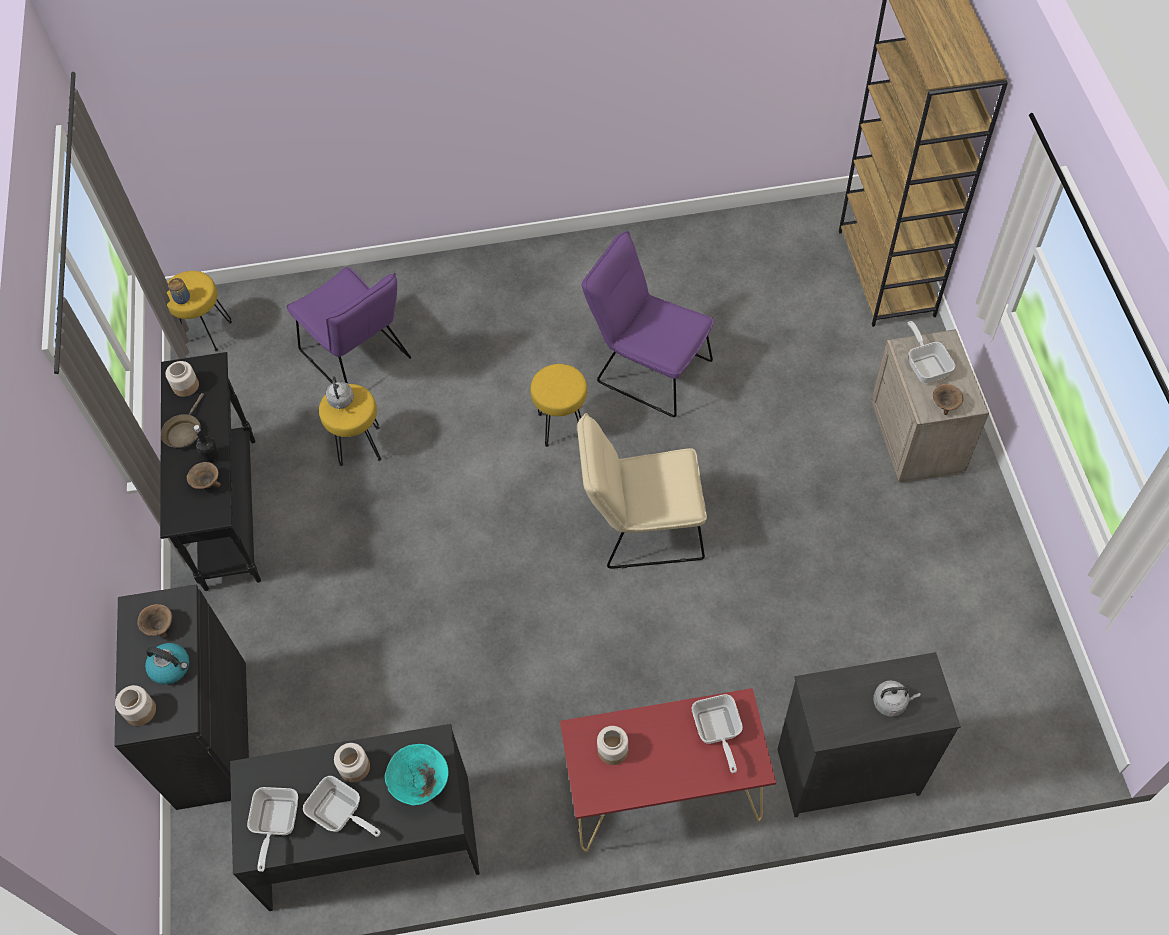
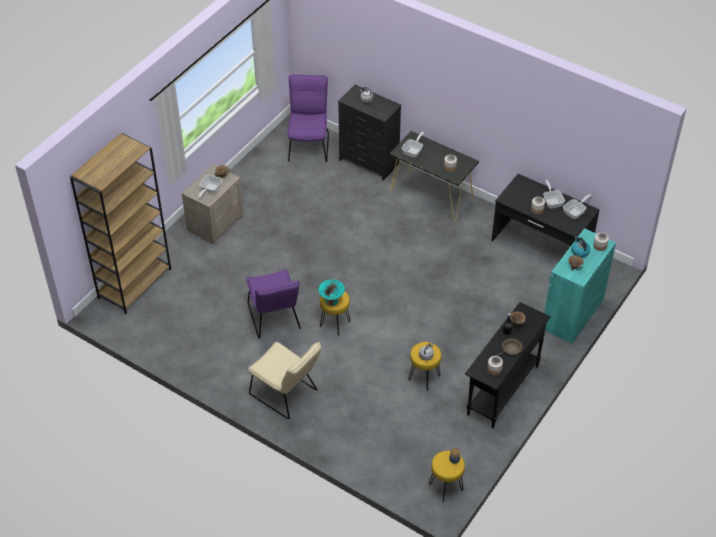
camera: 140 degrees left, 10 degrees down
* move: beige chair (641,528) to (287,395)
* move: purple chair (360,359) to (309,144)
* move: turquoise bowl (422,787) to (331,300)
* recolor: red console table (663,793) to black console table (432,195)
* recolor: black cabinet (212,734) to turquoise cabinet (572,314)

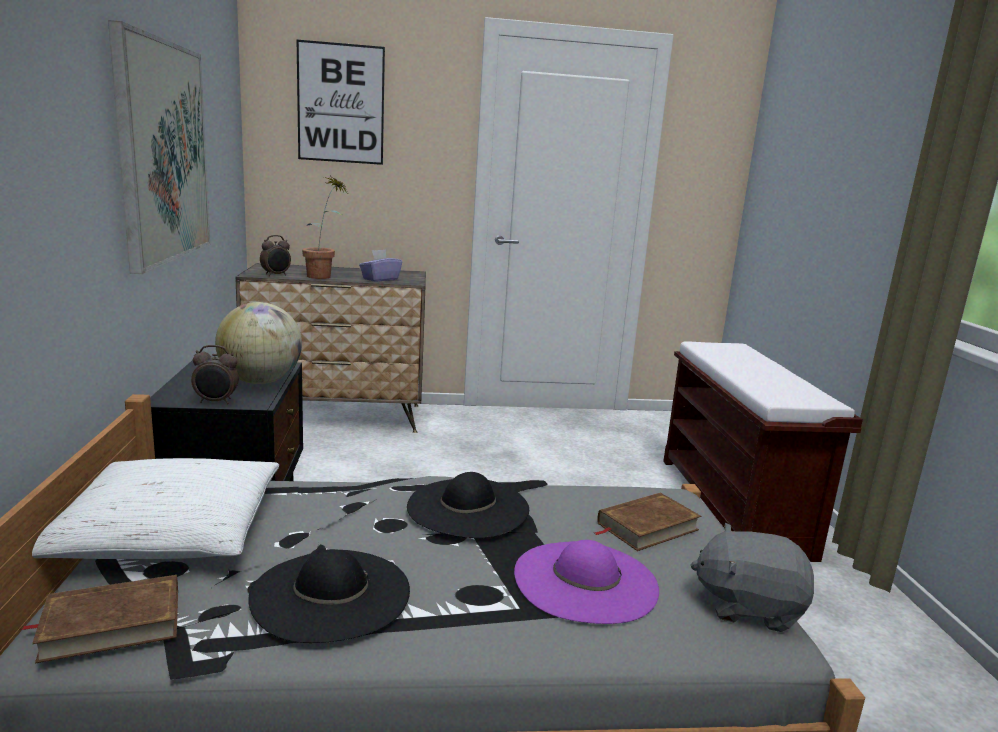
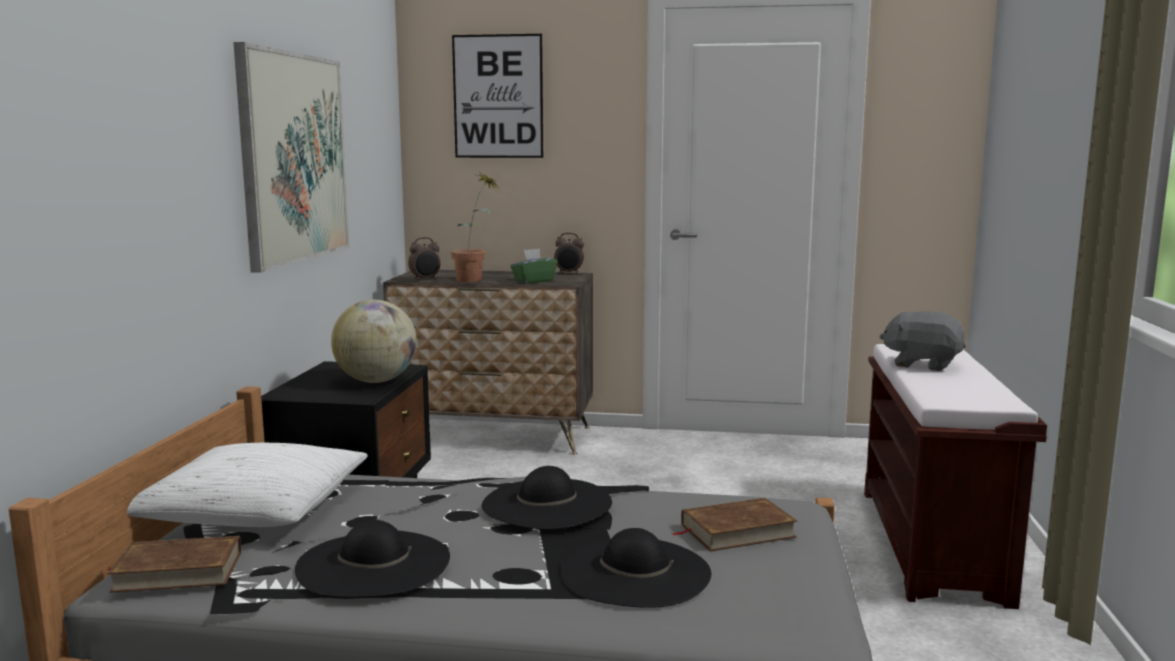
camera: 15 degrees right, 5 degrees down
* recolor: purple tissue box (380,279) to green tissue box (533,281)
* move: alarm clock (216,402) to (569,273)
* recolor: purple hat (585,580) to black hat (634,572)
* move: grey plush toy (748,606) to (922,364)

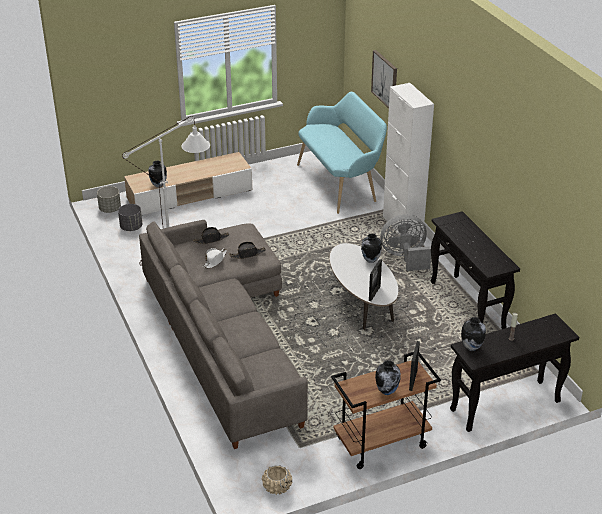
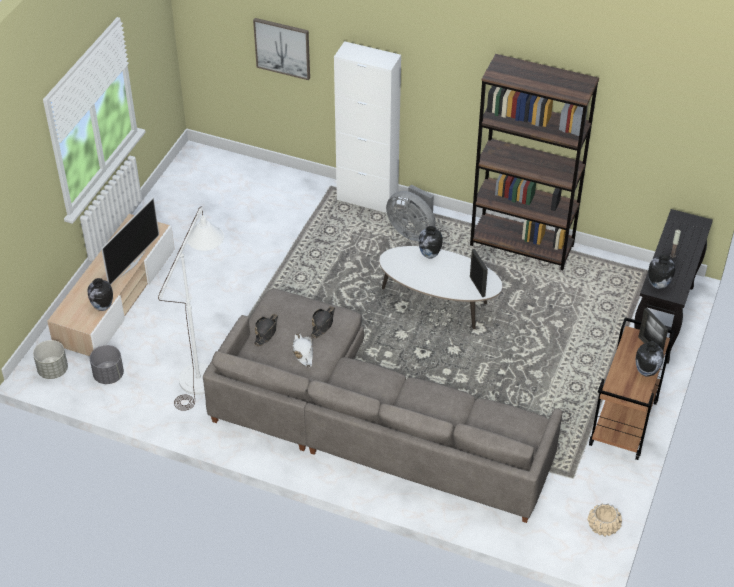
camera: 45 degrees left, 10 degrees up
* insert: television (132,264)
* rotate: grey fan (405,258) = (412,231) 90 degrees counterclockwise
* replace: black console table (468,305) to brown bookcase (522,245)
* delete: turquoise bench (340,183)

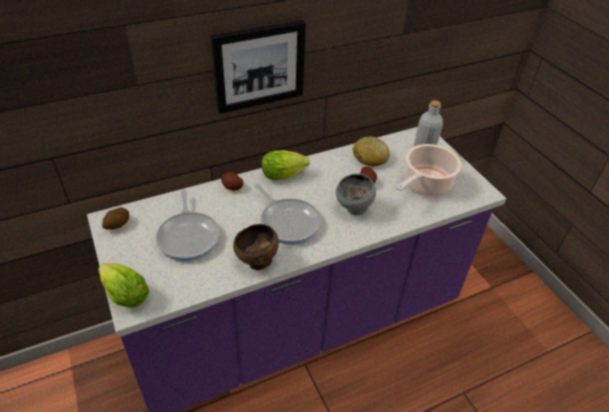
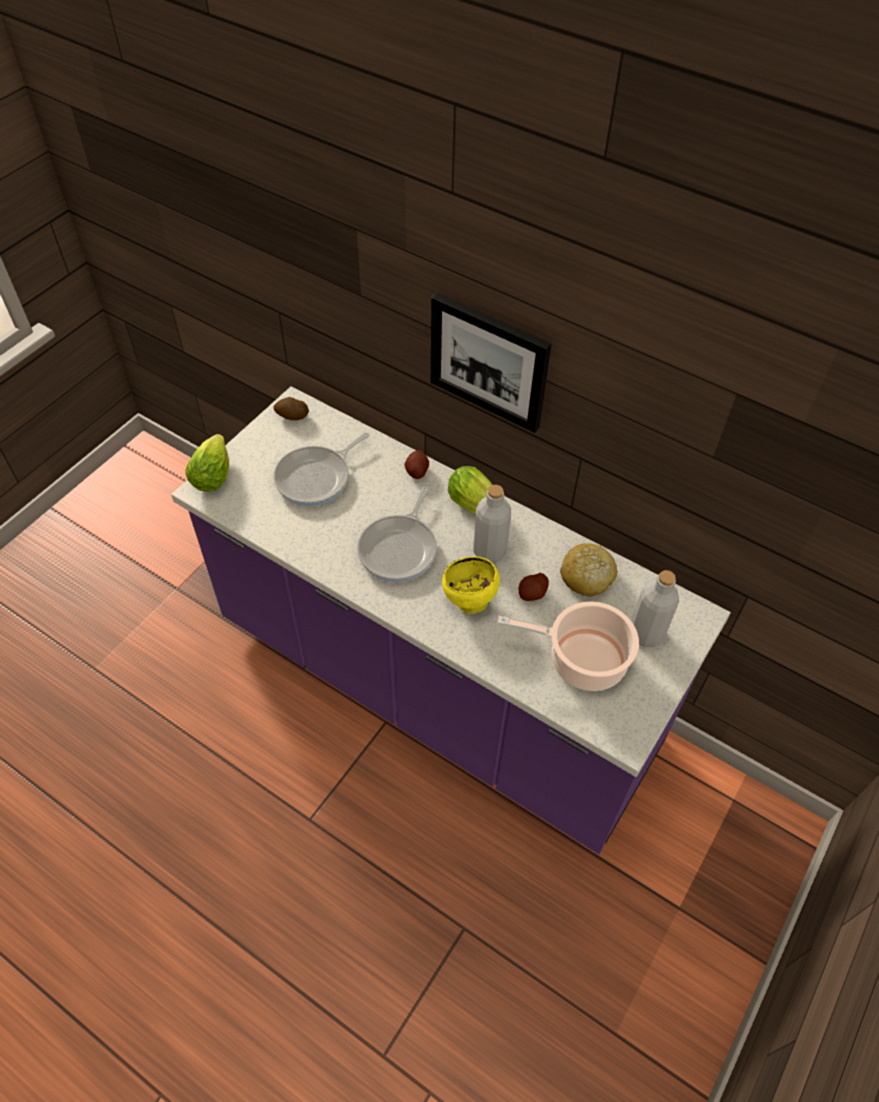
camera: 60 degrees right, 10 degrees up
* recolor: grey bowl (353,210) to yellow bowl (469,601)
* insert: grey bottle (489,551)
* delete: brown bowl (257,262)

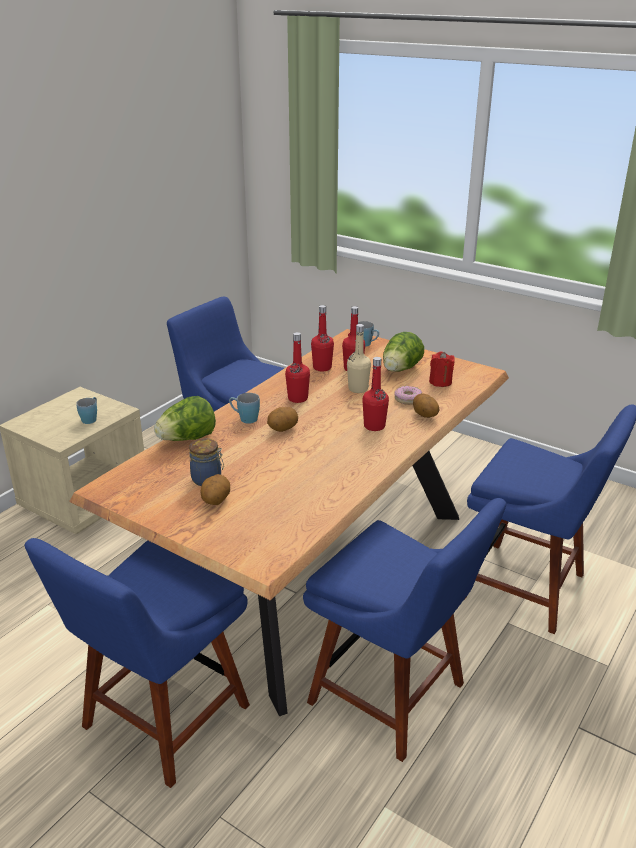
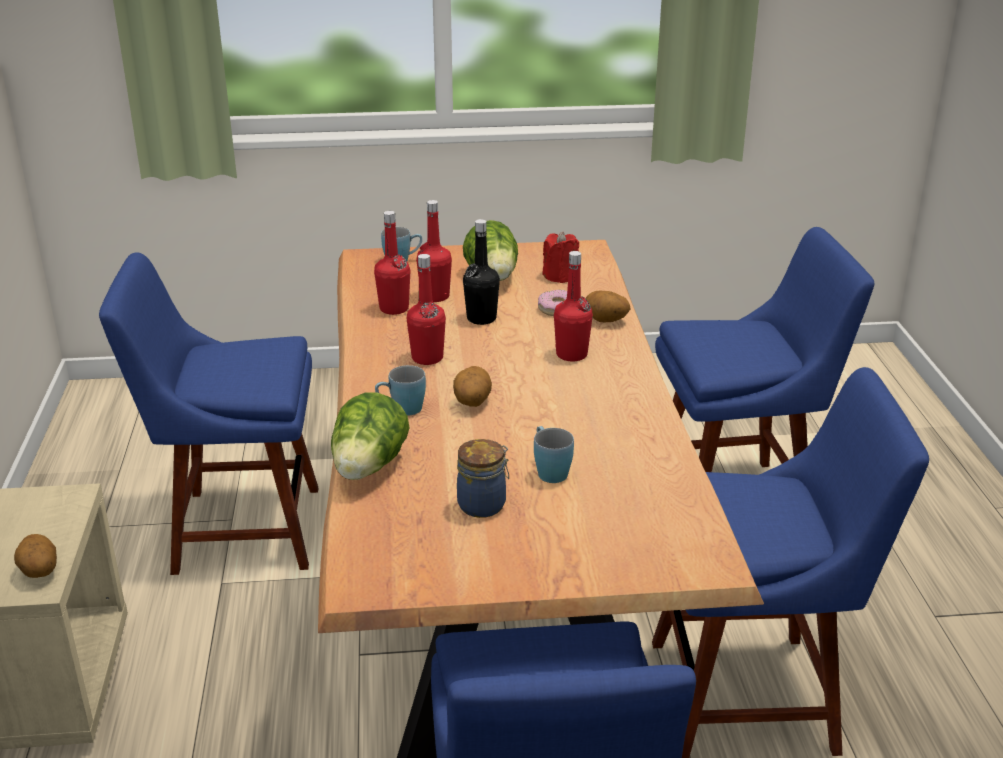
camera: 40 degrees left, 0 degrees up
* move: potato (215,501) to (39,572)
* recolor: beige bottle (358,389) to black bottle (481,318)
* move: blue mug (91,418) to (549,470)

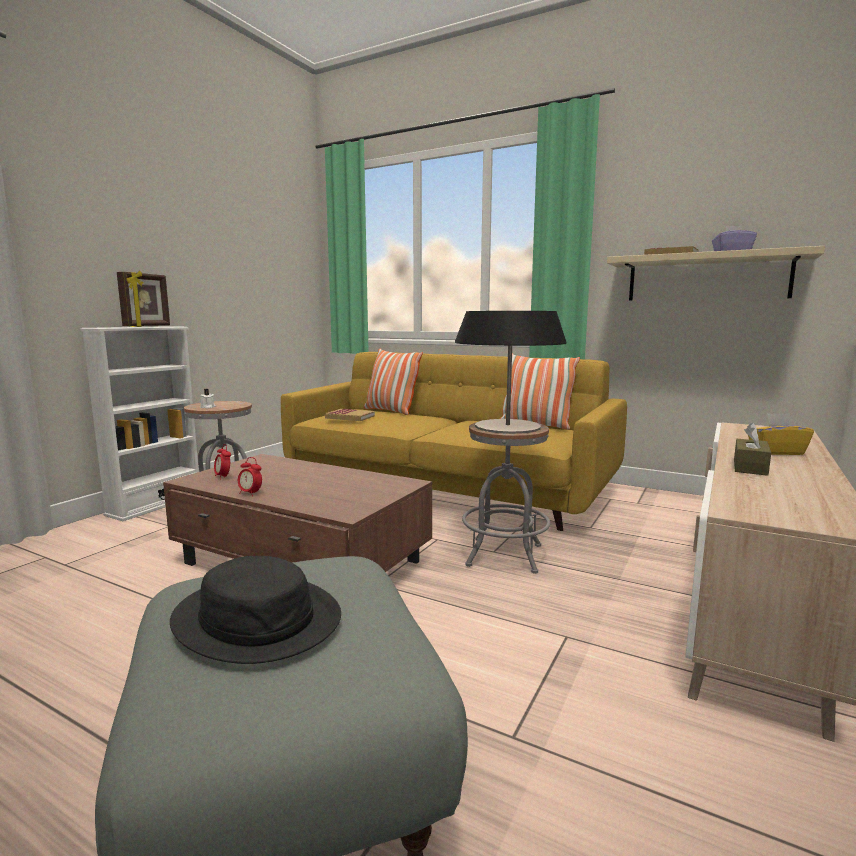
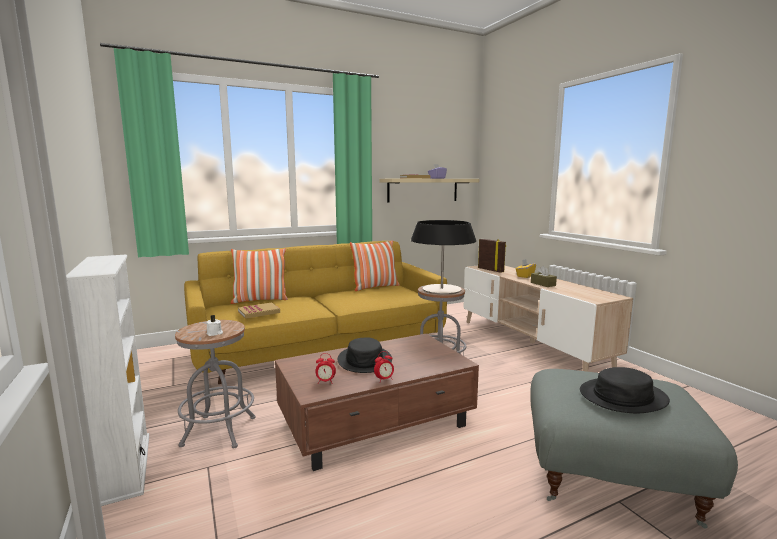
camera: 55 degrees left, 0 degrees up
* insert: black hat (365,360)
* move: picture frame (148,326) to (491,270)

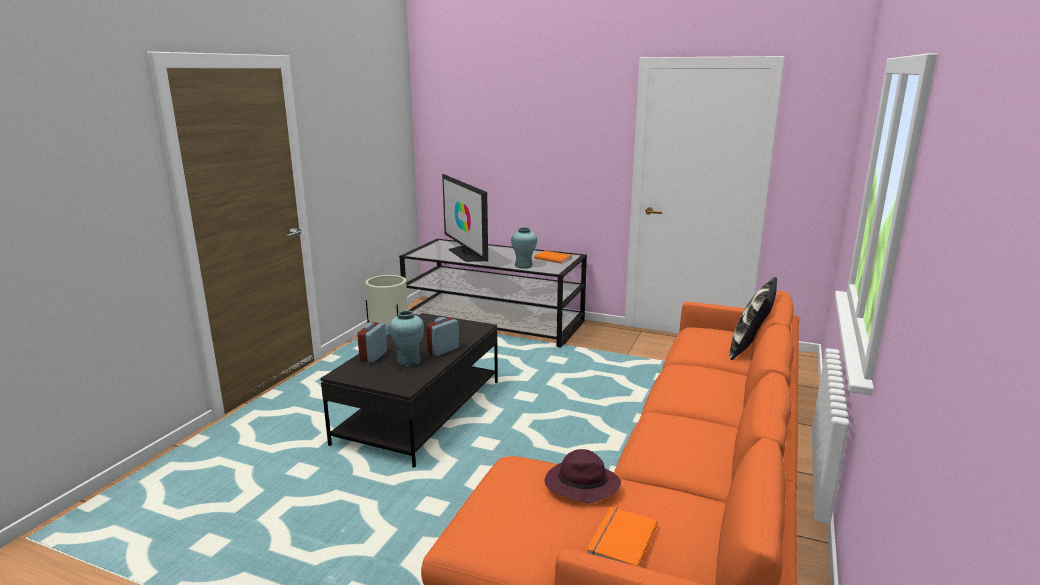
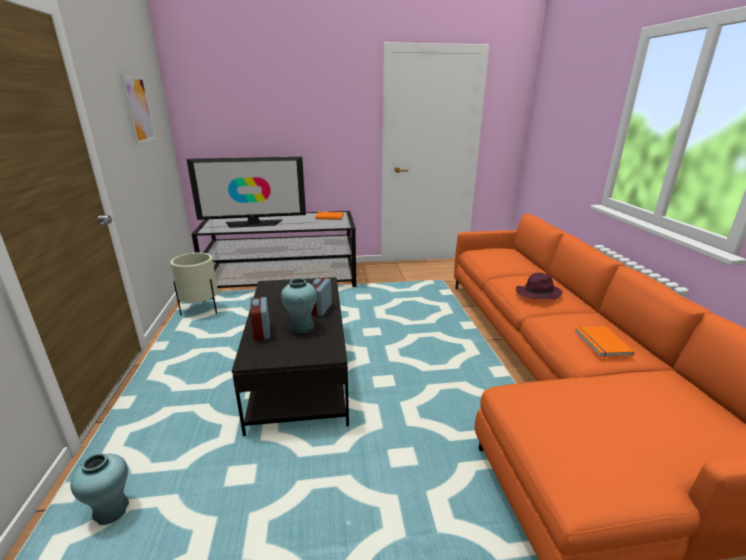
camera: 30 degrees left, 5 degrees up
* move: turquoise vase (523,265) to (111,510)
* insert: picture (138,109)
* rotate: television (466,254) = (253,224) 45 degrees counterclockwise
* move: purple hat (580,486) to (537,294)
* move: orange book (620,540) to (600,343)
* delete: pillow (749,348)

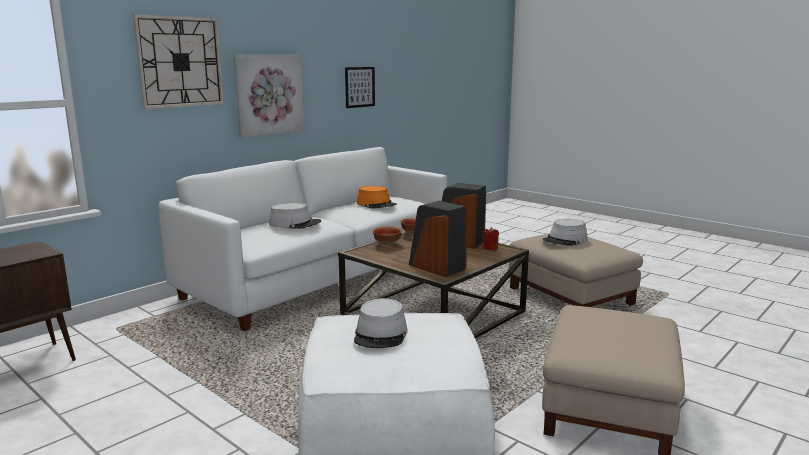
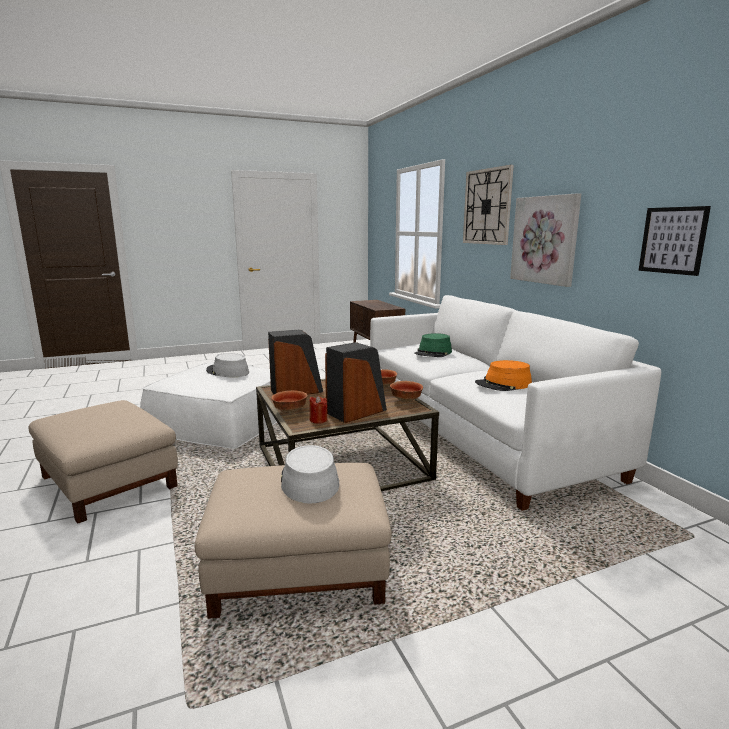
camera: 115 degrees right, 0 degrees up
* insert: bowl (290,411)
* recolor: grey hat (295,223) to green hat (433,353)

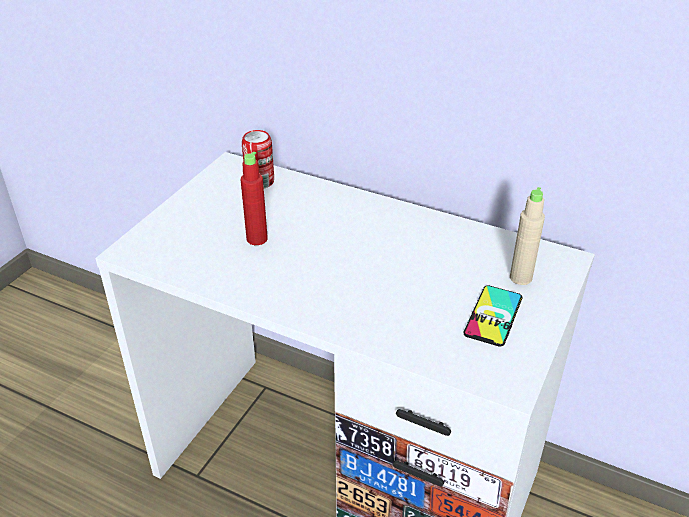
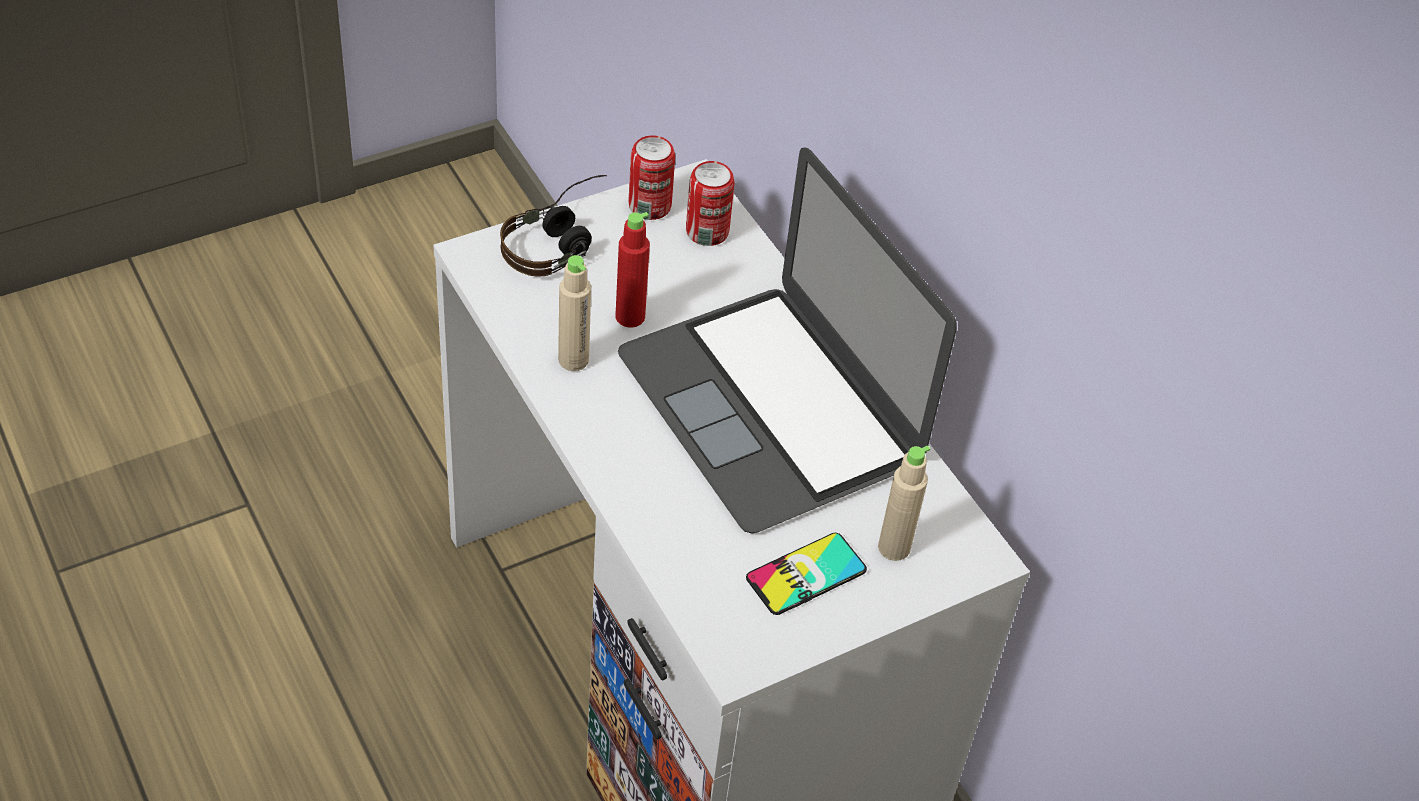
camera: 30 degrees right, 10 degrees up
* insert: headphones (561,241)
* insert: beige bottle (573,360)
* insert: laptop (769,406)
* insert: can (649,206)

